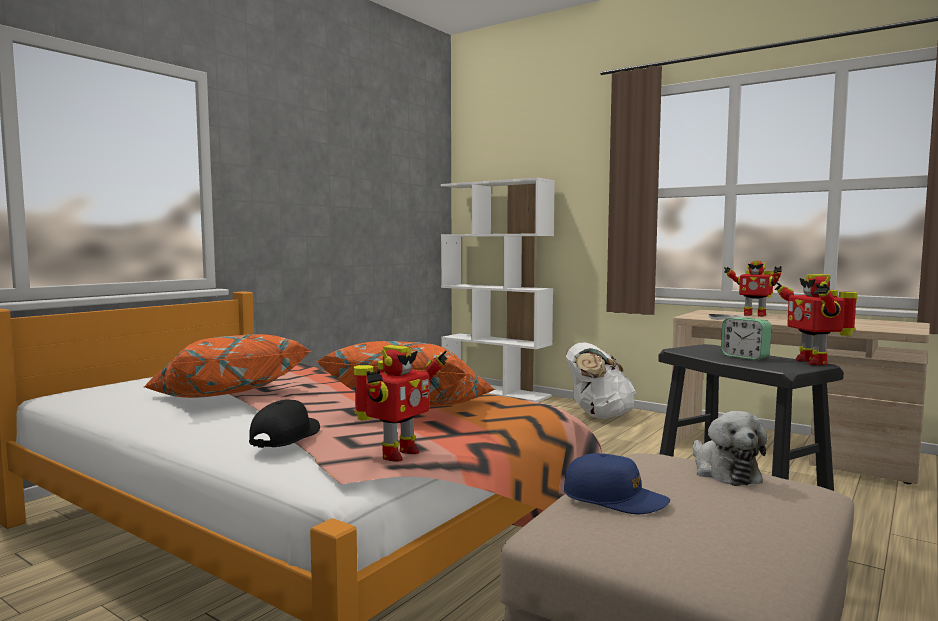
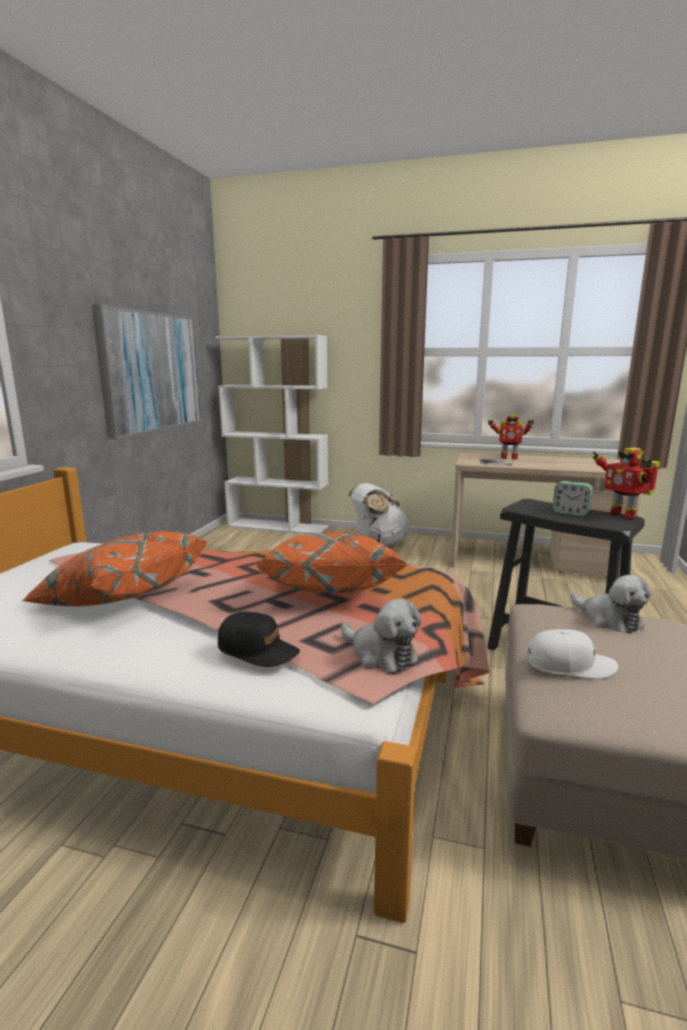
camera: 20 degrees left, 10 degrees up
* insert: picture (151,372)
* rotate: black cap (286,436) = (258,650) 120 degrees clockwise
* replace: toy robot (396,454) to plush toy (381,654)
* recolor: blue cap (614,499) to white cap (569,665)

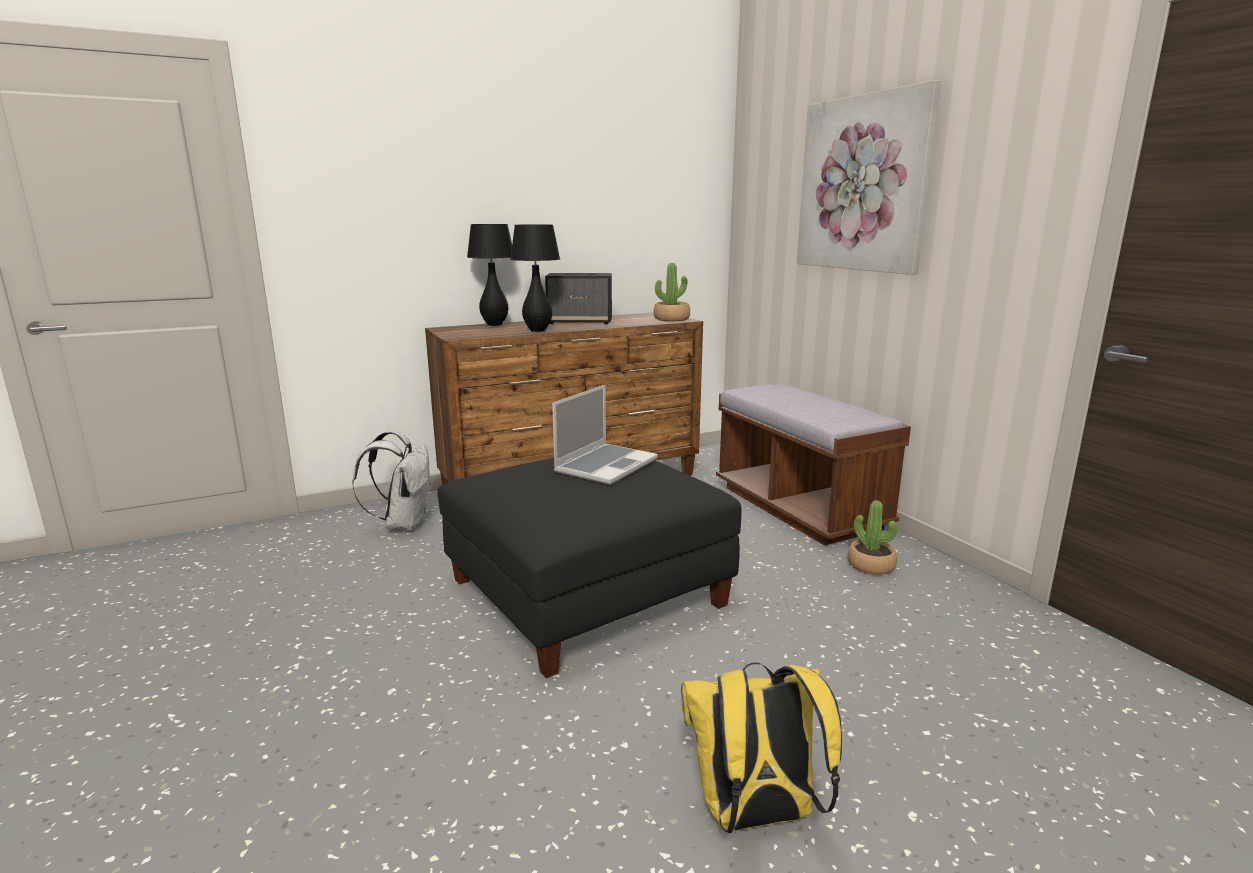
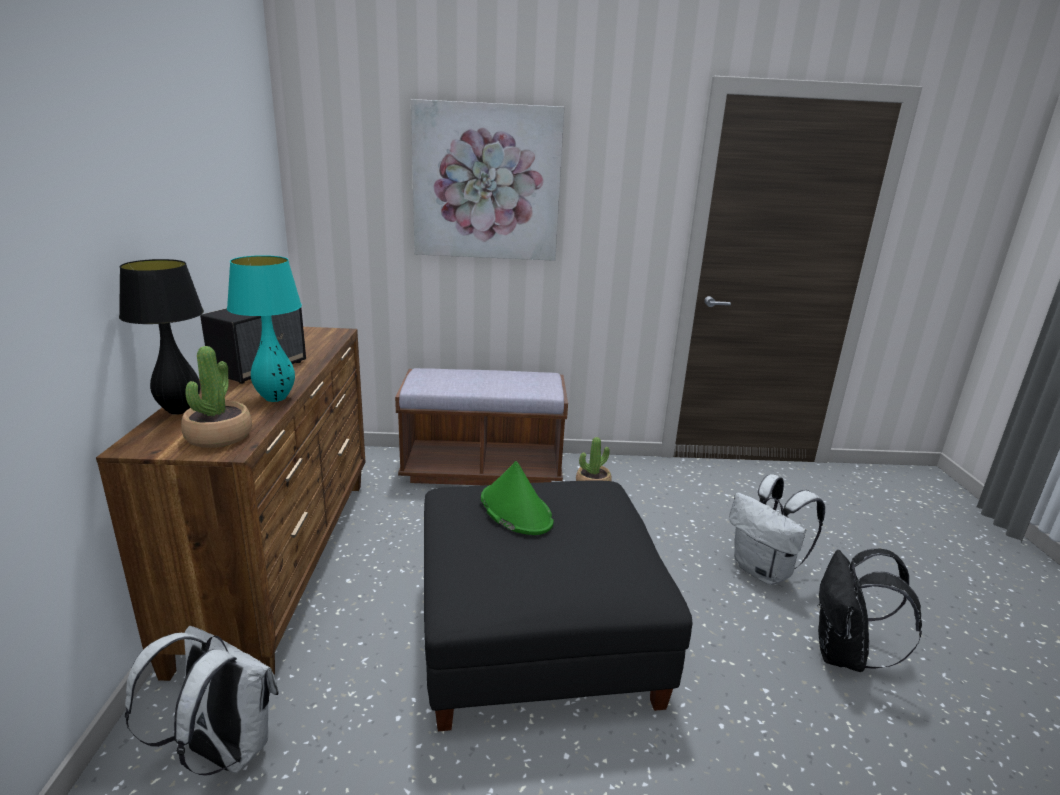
camera: 65 degrees left, 5 degrees up
* move: potted plant (671,319) to (219,436)
* recolor: black table lamp (538,330) to turquoise table lamp (276,398)
* replace: laptop (606,465) to green hat (515,510)
* insert: white backpack (764,571)
* recolor: yellow backpack (754,816) to black backpack (844,655)

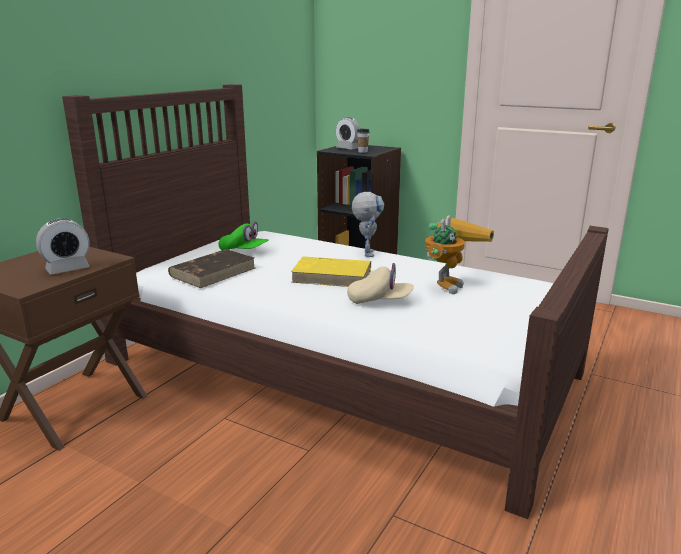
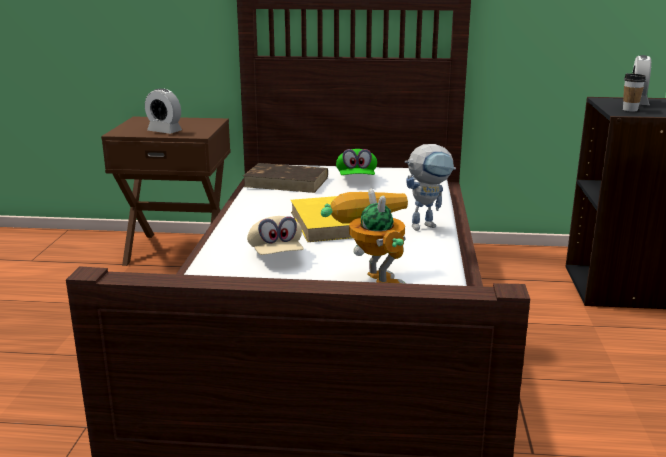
camera: 65 degrees right, 0 degrees up
* rotate: toy robot (448,283) = (370,281) 120 degrees counterclockwise

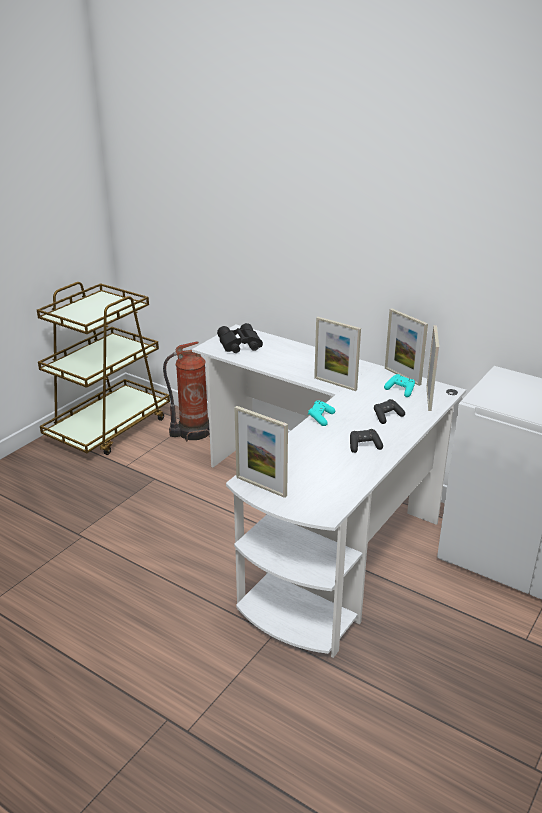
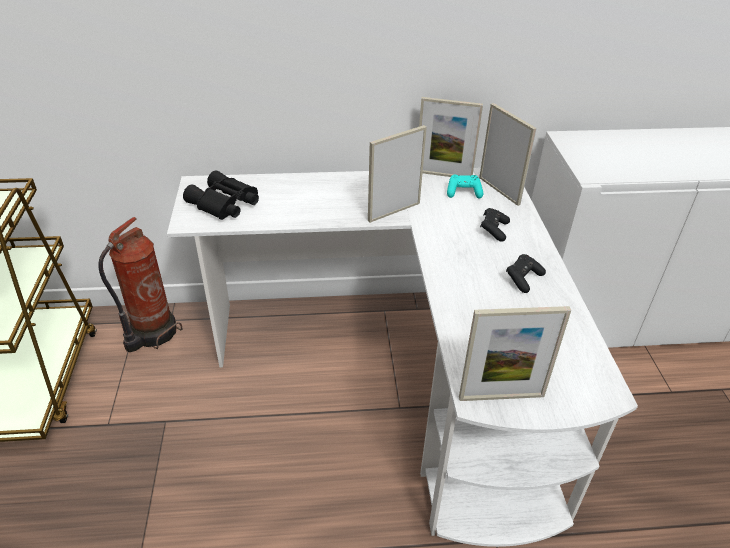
camera: 40 degrees left, 10 degrees up
* rotate: picture frame (335,384) = (394,212) 150 degrees clockwise
* delete: turquoise game controller (320,418)

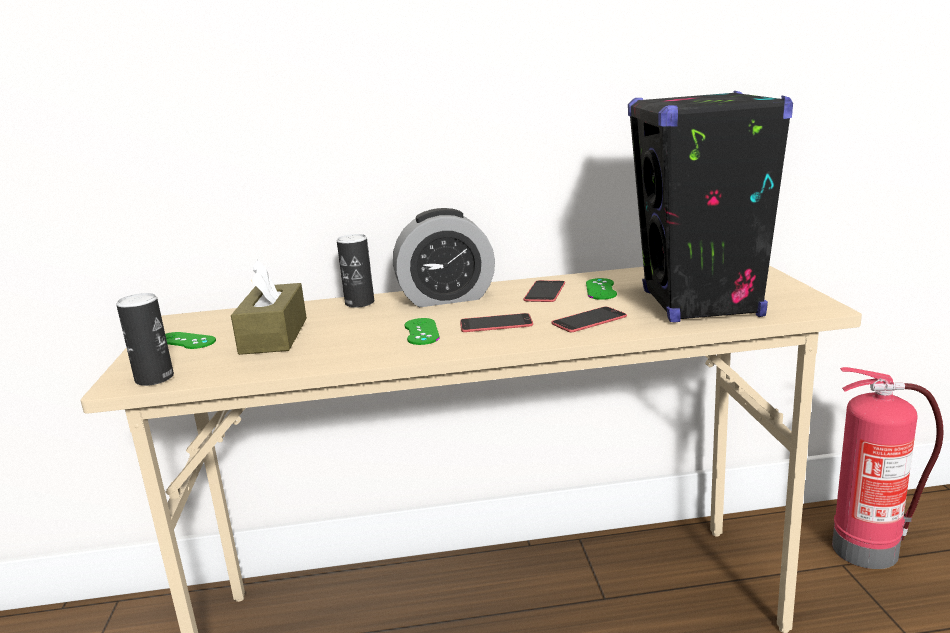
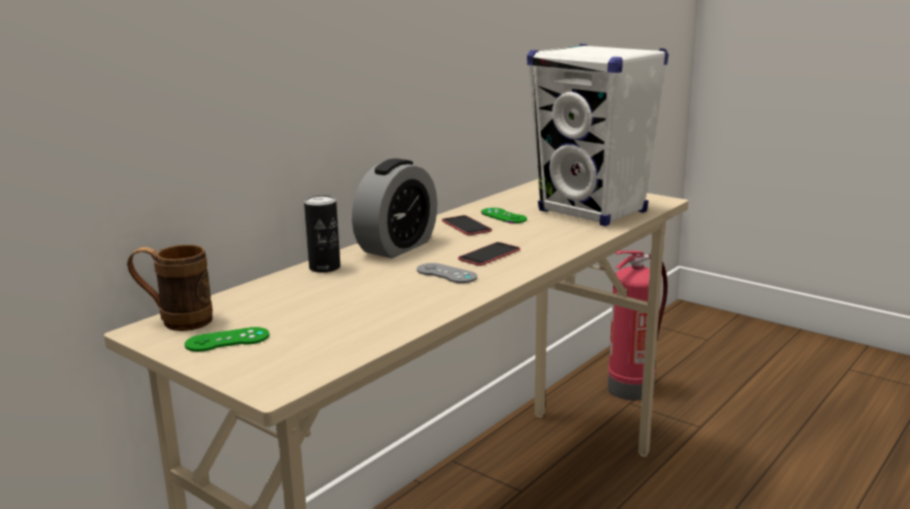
camera: 45 degrees left, 0 degrees up
* insert: brown mug (175,321)
* recolor: green game controller (421,332) to grey game controller (446,274)
* recolor: black speaker (701,304) to white speaker (593,212)
* delete: can (154,378)
* delete: brown tissue box (274,336)
* delete: phone (589,320)

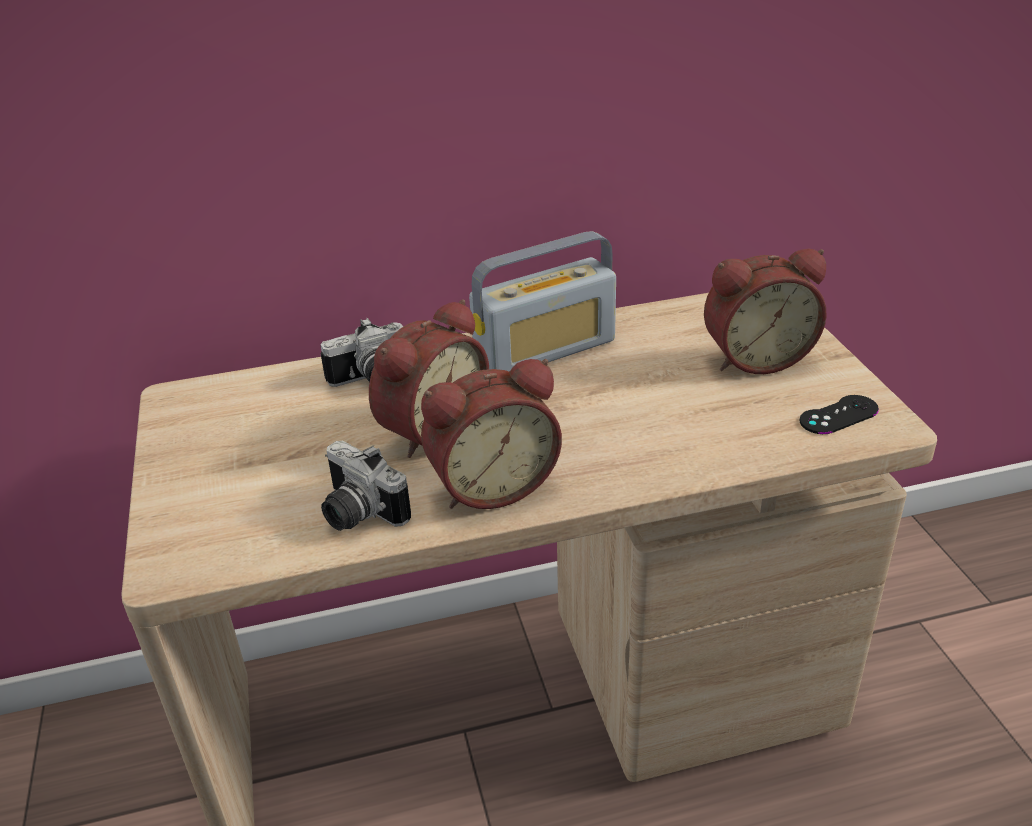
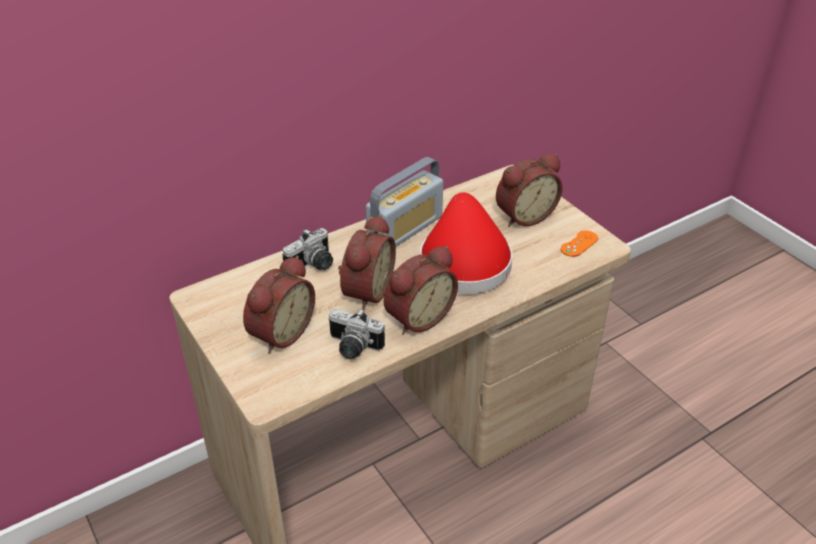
camera: 20 degrees left, 5 degrees up
* insert: alarm clock (279,332)
* insert: red hat (464,260)
* recolor: black game controller (838,415) to orange game controller (579,244)

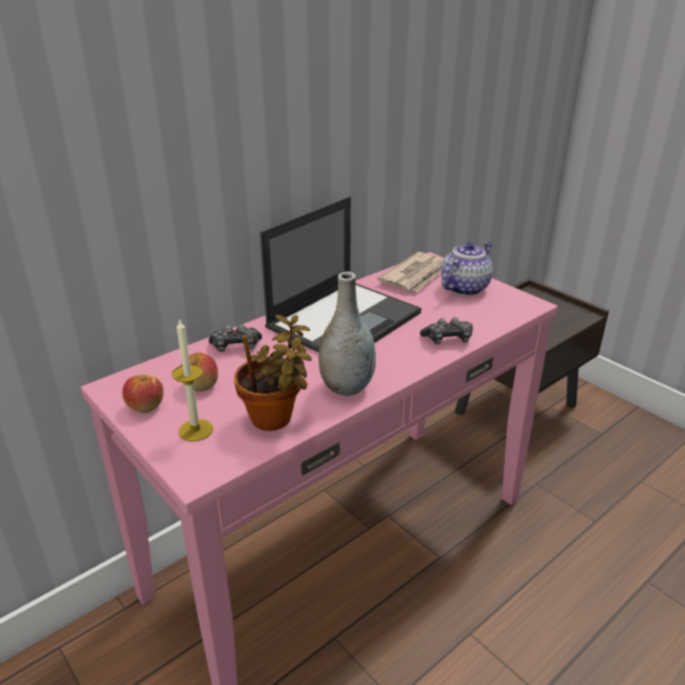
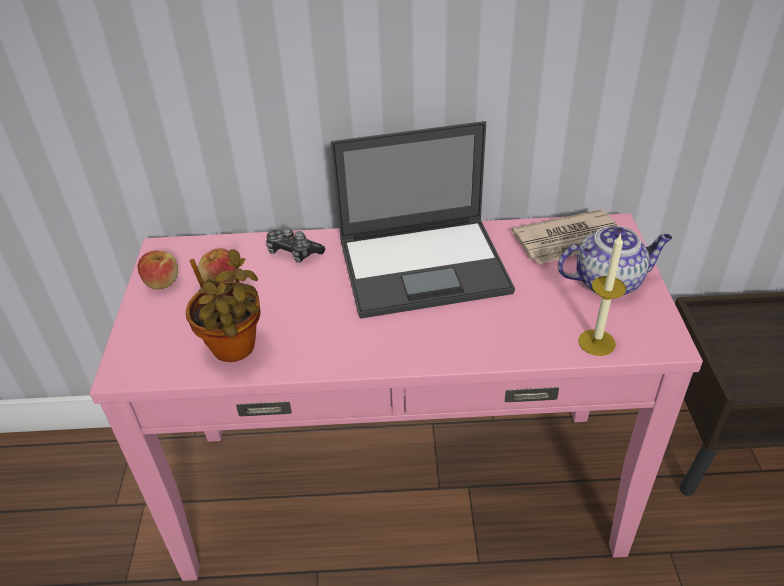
camera: 40 degrees right, 10 degrees up
* move: candle (195,430) to (596,342)
* delete: grey vase (347,387)
* delete: game controller (448,339)

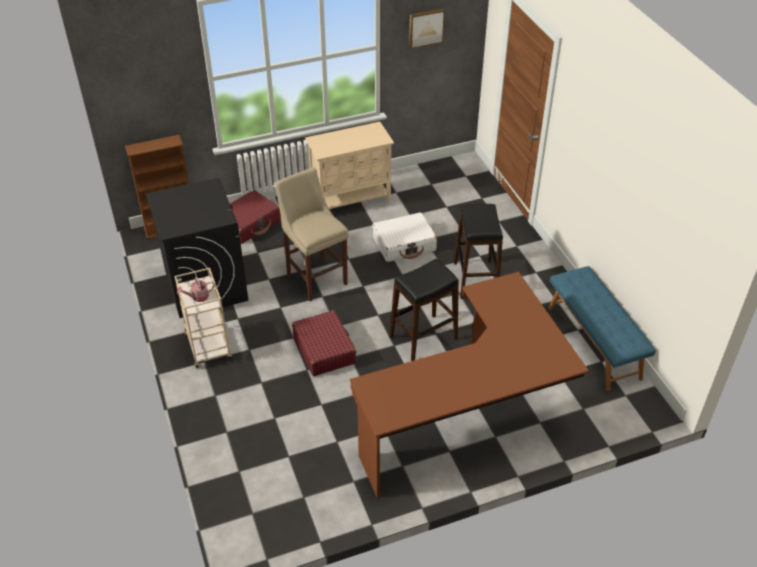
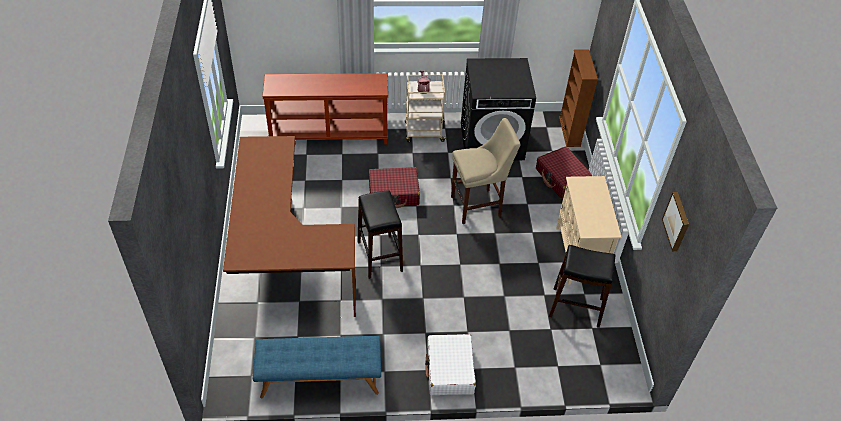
camera: 105 degrees right, 5 degrees up
* insert: brown console table (329,133)
* move: white suitcase (404,244) to (449,370)
* move: black stool (476,279) to (575,307)

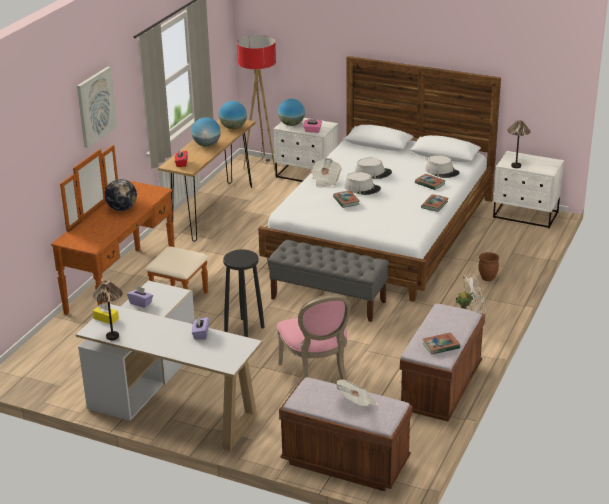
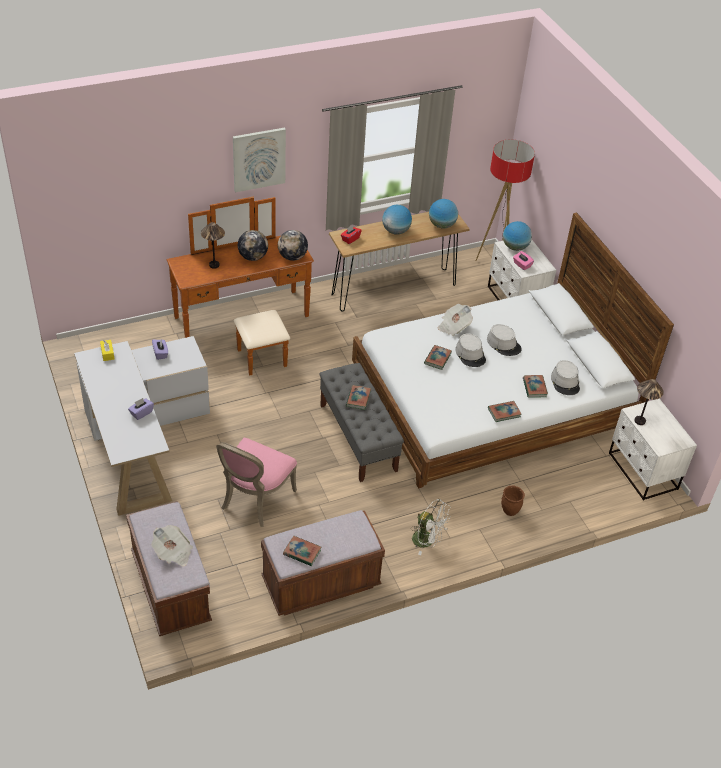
camera: 40 degrees right, 15 degrees up
* move: table lamp (113,336) to (214,265)
* insert: globe (292,257)
* insert: book (358,399)
* delete: black stool (244,329)

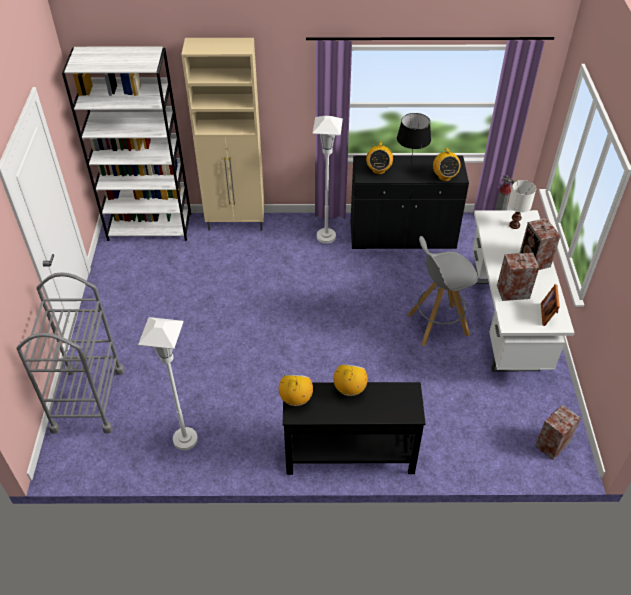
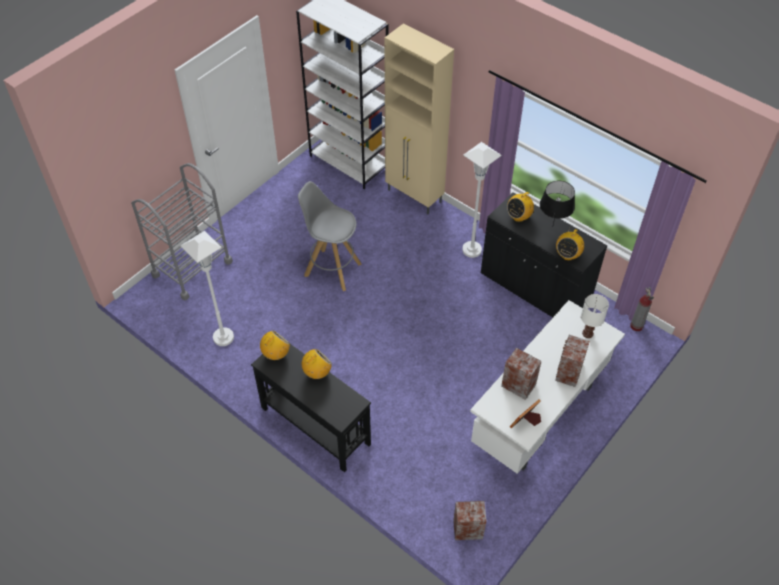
camera: 40 degrees right, 5 degrees up
* move: grey stool (437,325) to (332,269)

